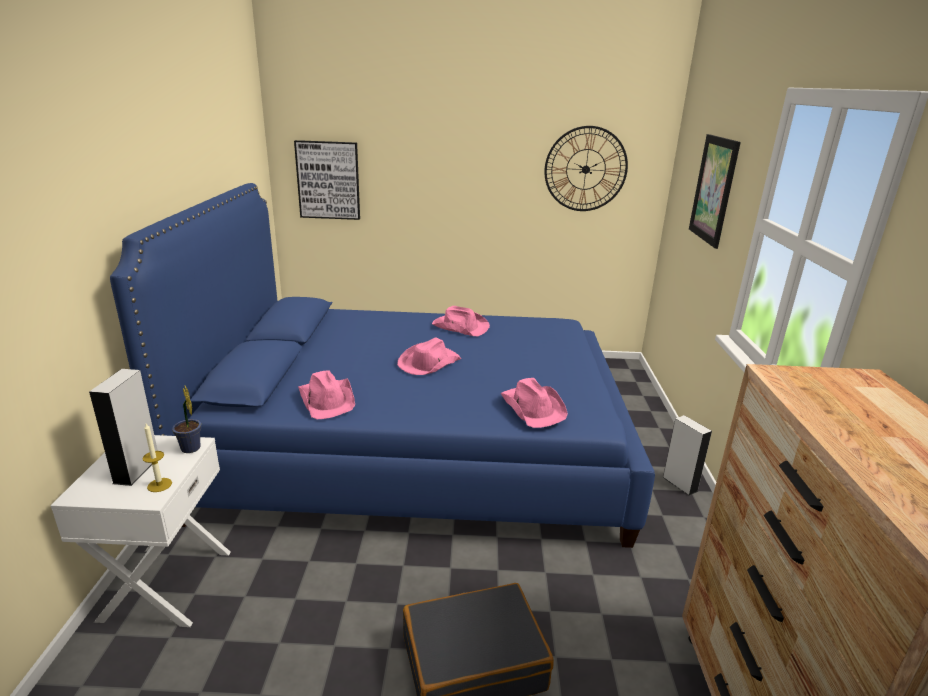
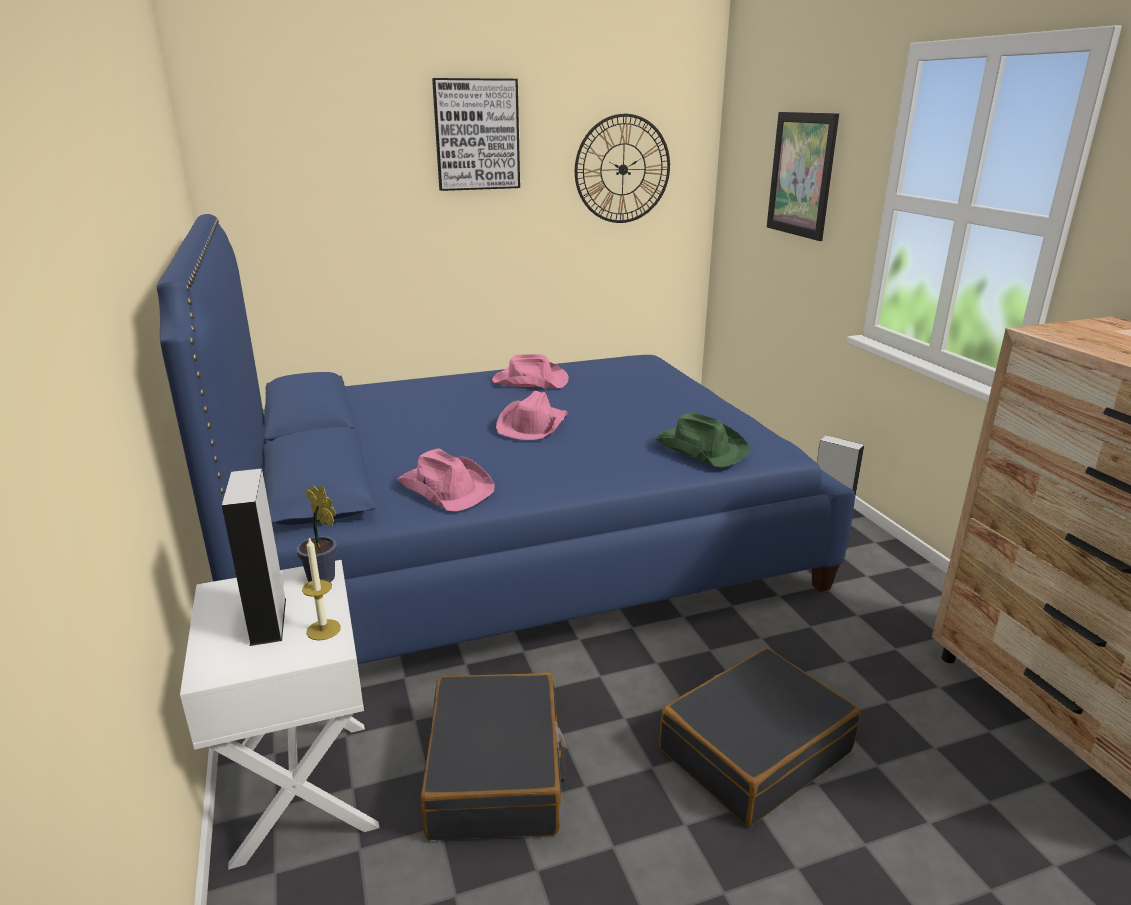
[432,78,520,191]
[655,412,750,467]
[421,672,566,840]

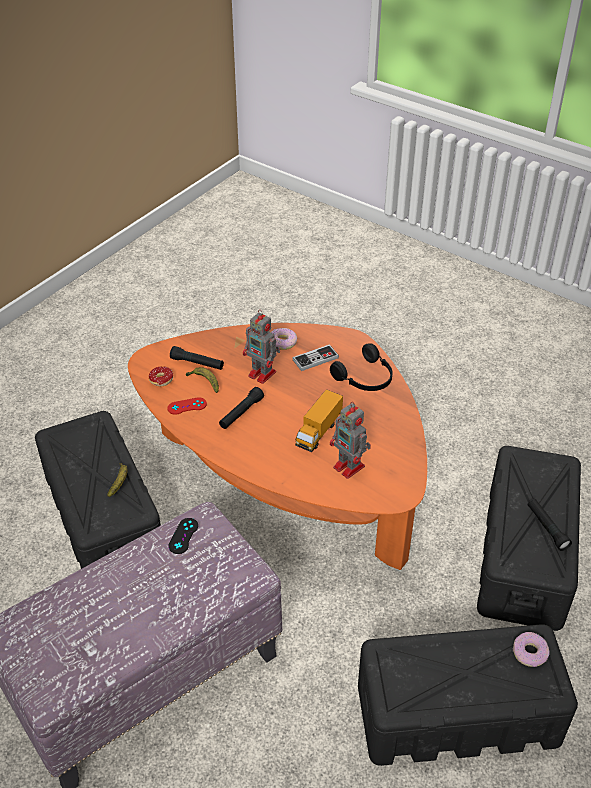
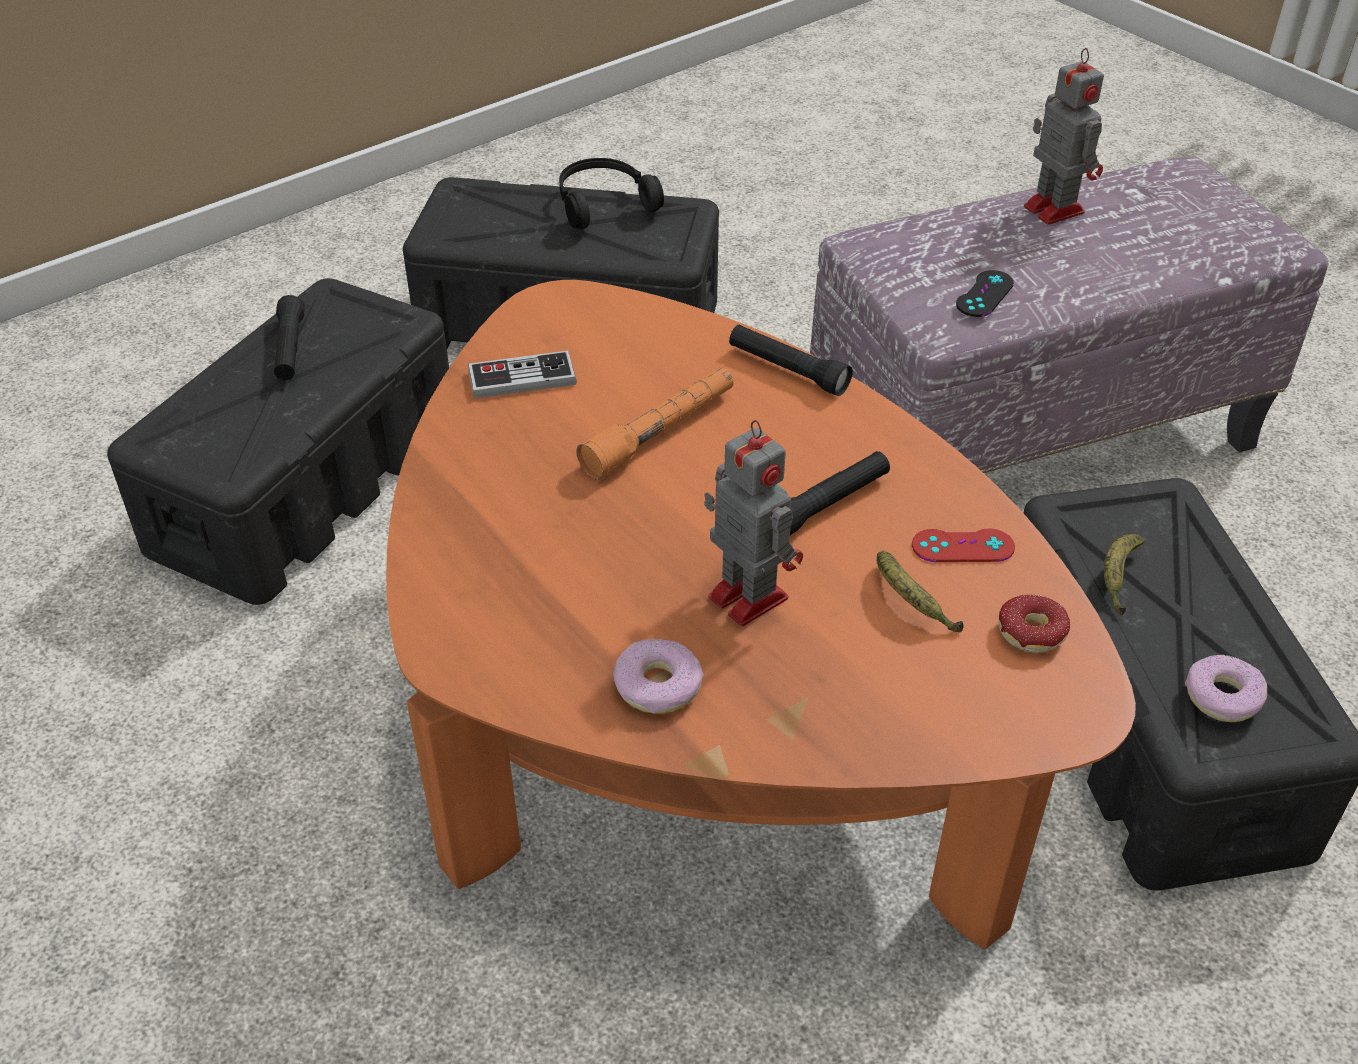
[729,325,853,396]
[468,351,577,398]
[576,368,733,480]
[559,158,664,229]
[1024,48,1104,225]
[1185,654,1267,722]

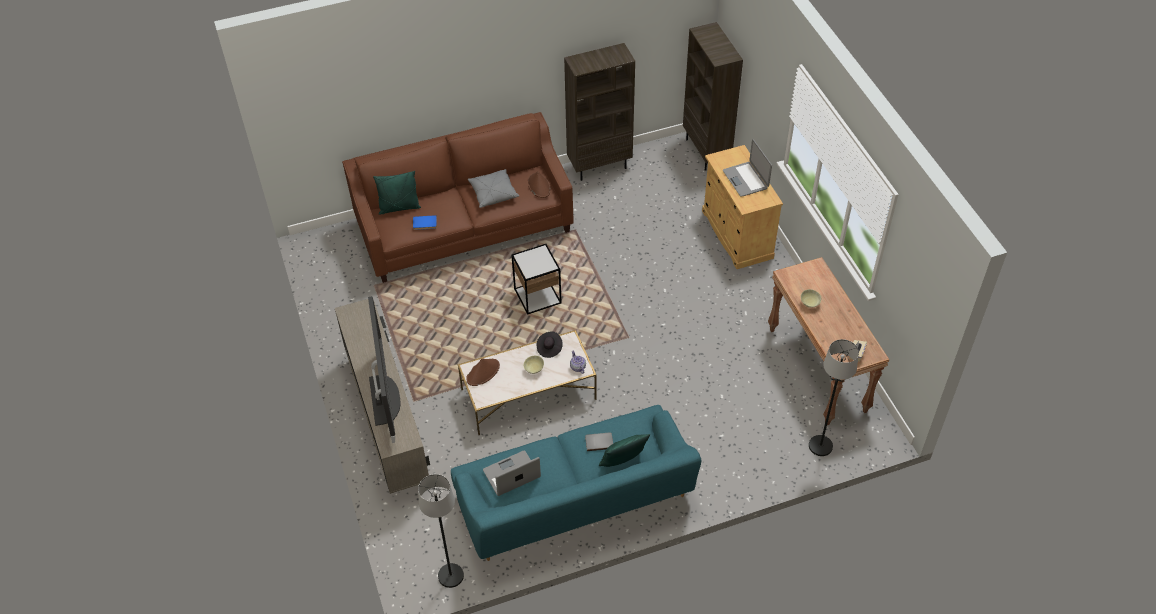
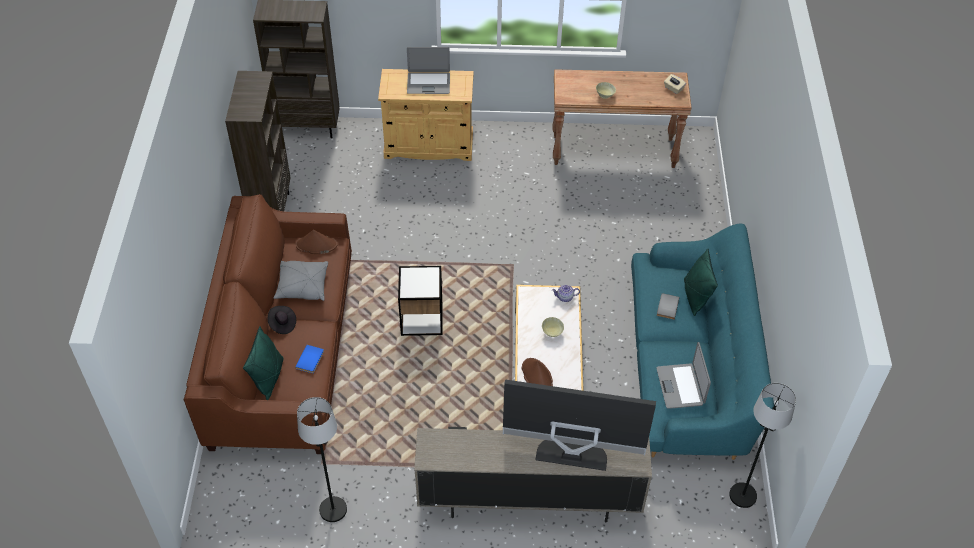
[268,306,296,334]
[297,397,347,522]

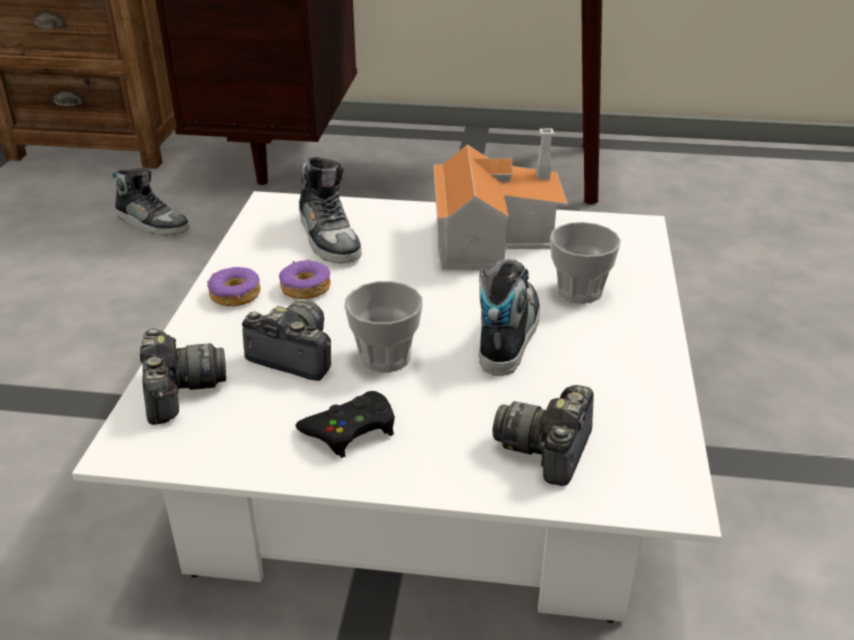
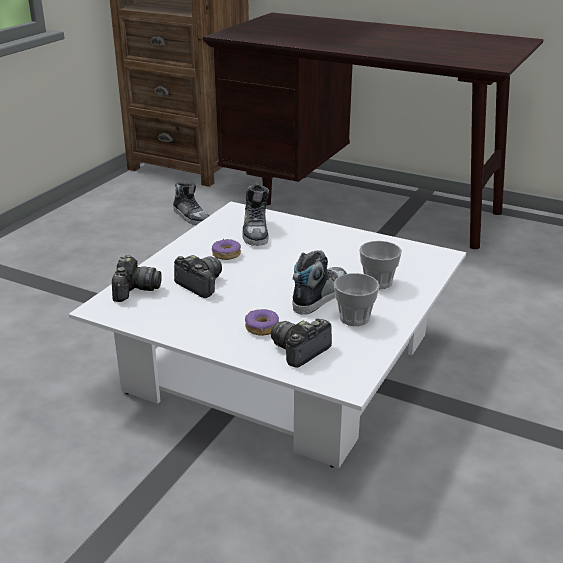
[245,309,279,336]
[295,391,395,458] (first image)
[334,273,380,326]
[433,129,567,270] (first image)

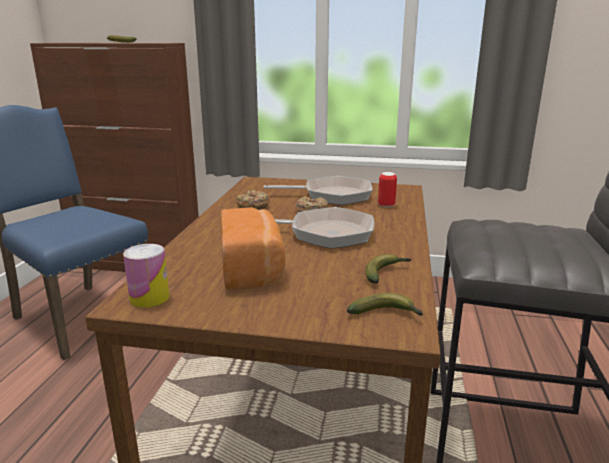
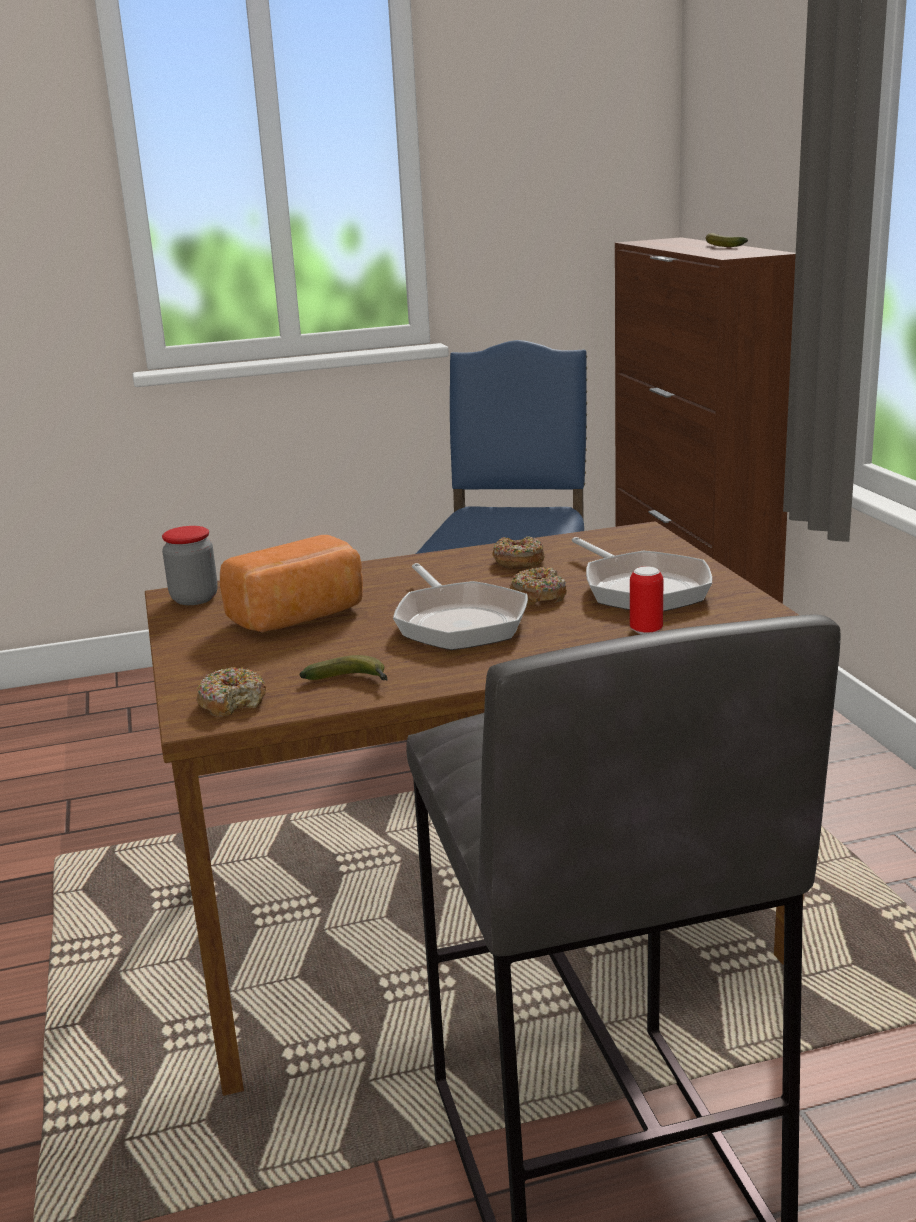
[162,526,218,605]
[196,667,266,717]

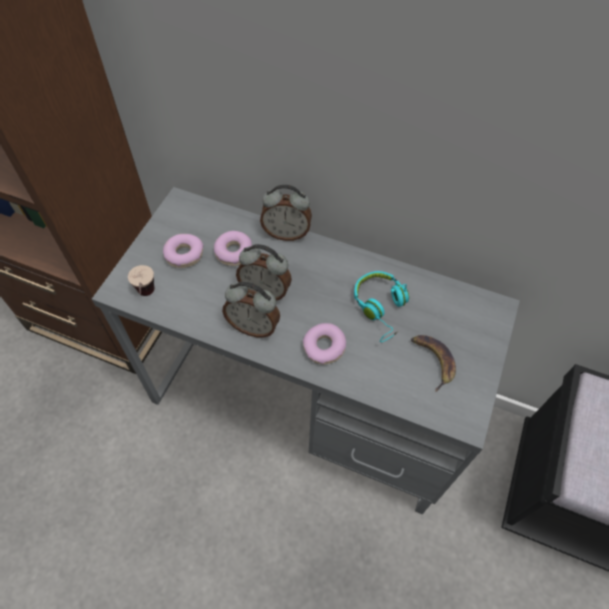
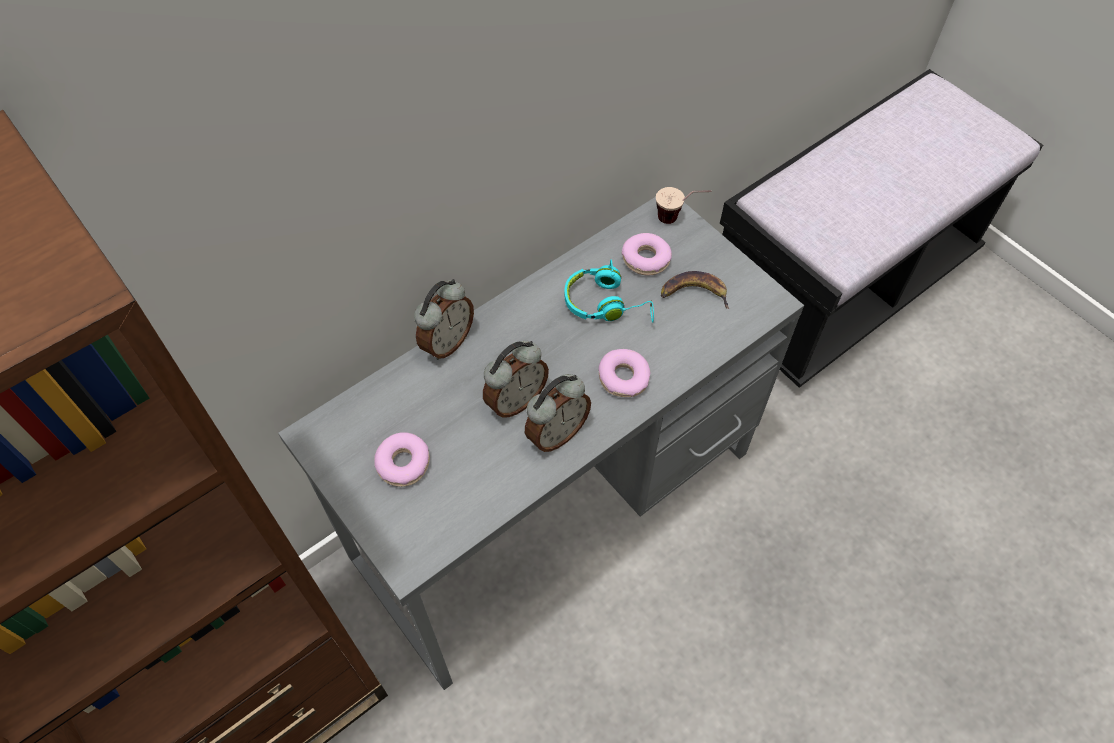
[656,187,711,224]
[622,233,672,276]

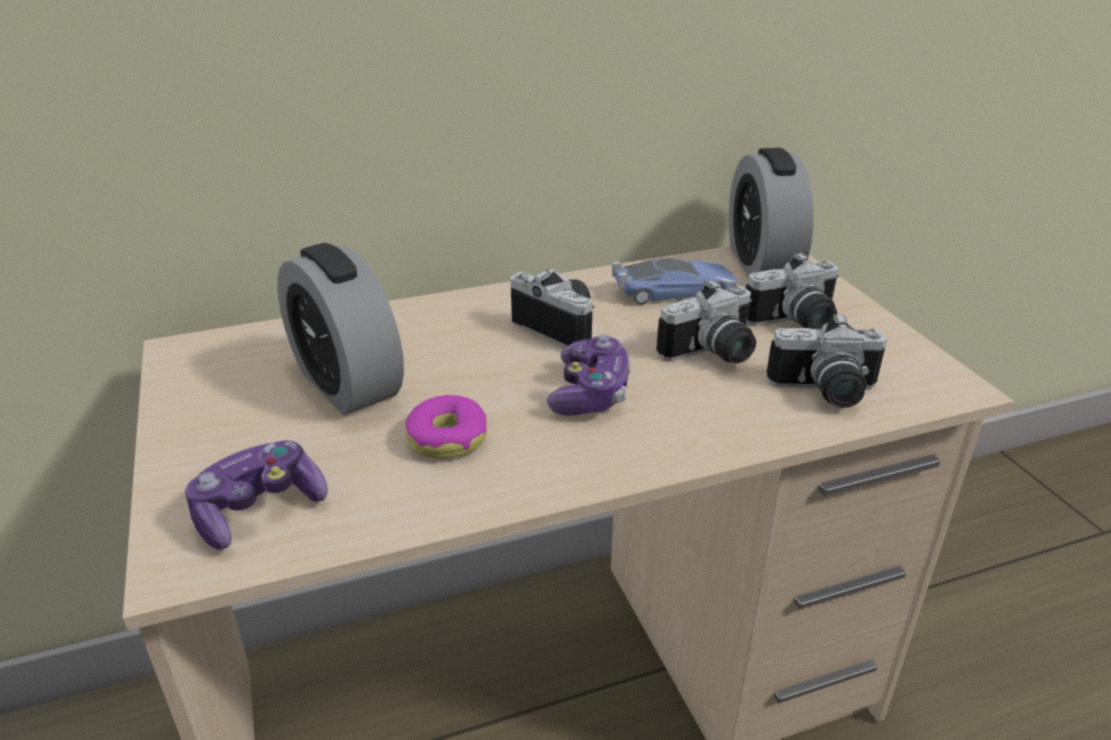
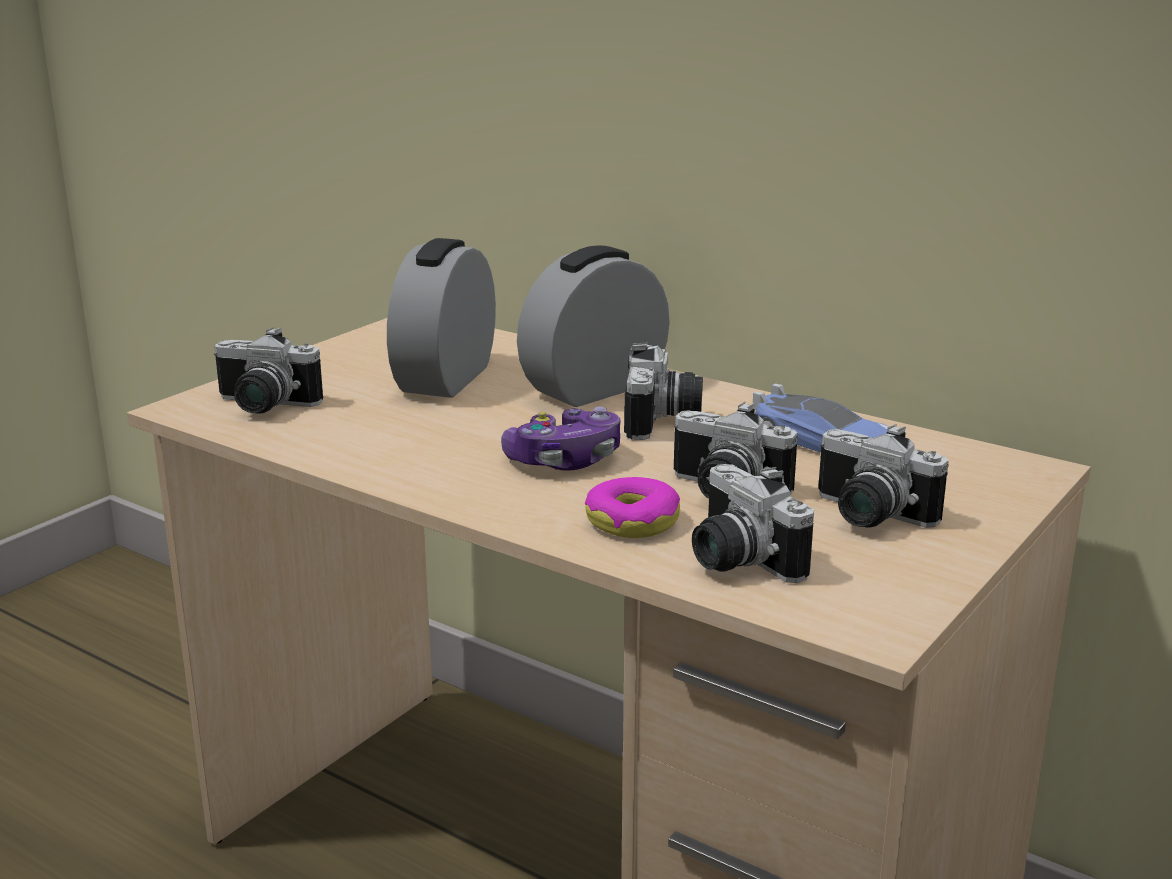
[214,327,323,414]
[585,477,680,538]
[517,245,670,407]

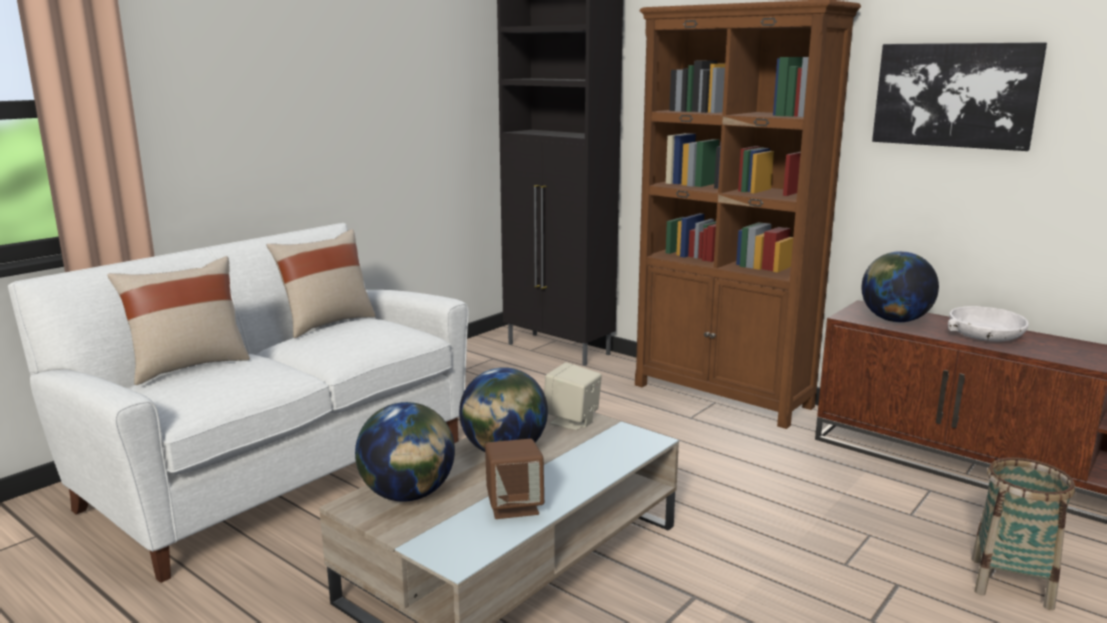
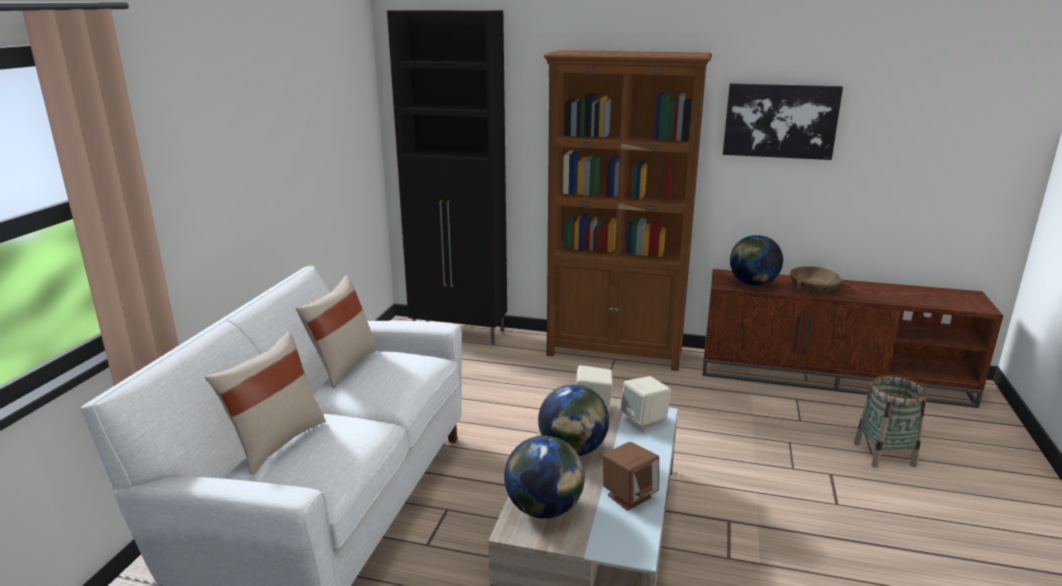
[790,266,842,293]
[620,376,671,432]

